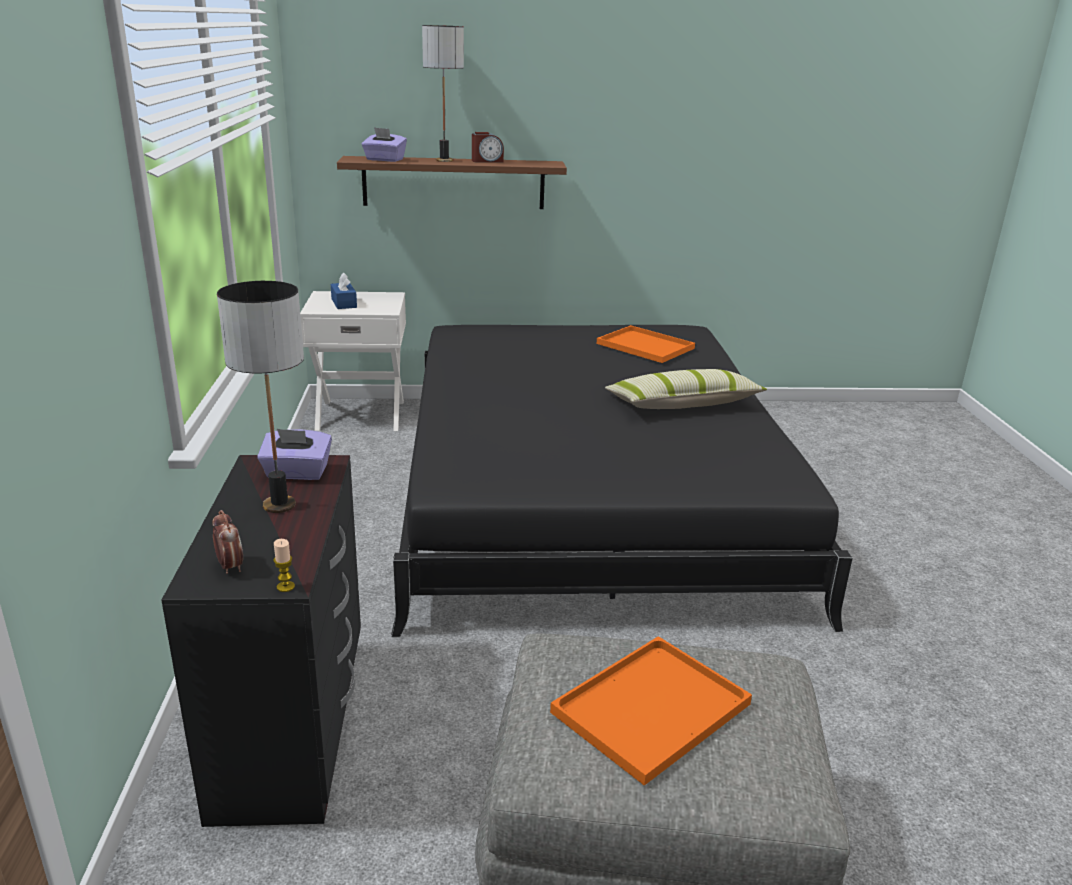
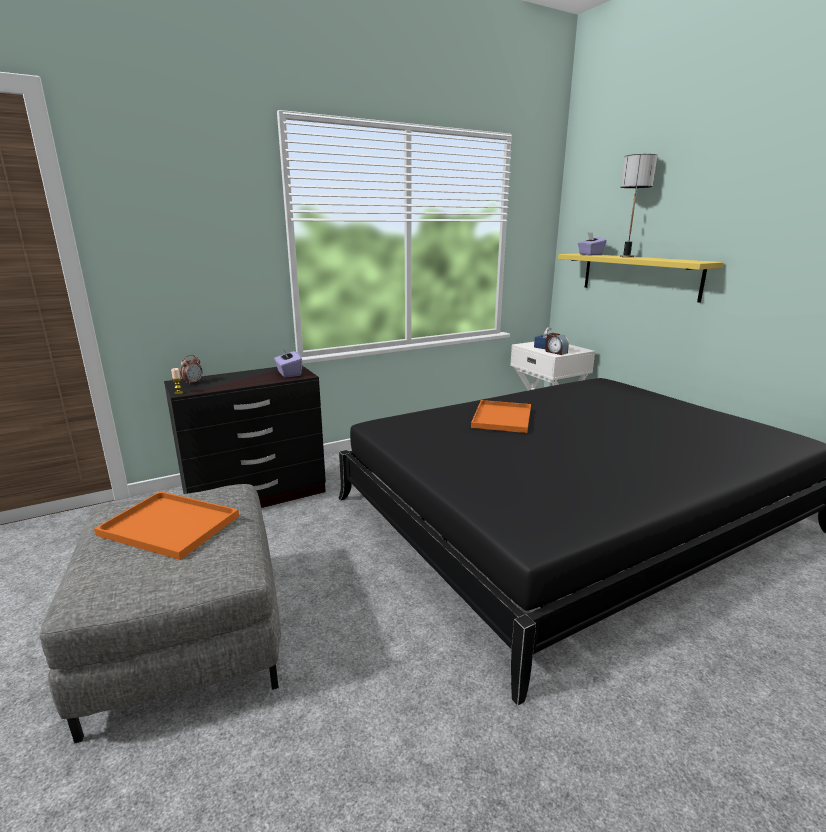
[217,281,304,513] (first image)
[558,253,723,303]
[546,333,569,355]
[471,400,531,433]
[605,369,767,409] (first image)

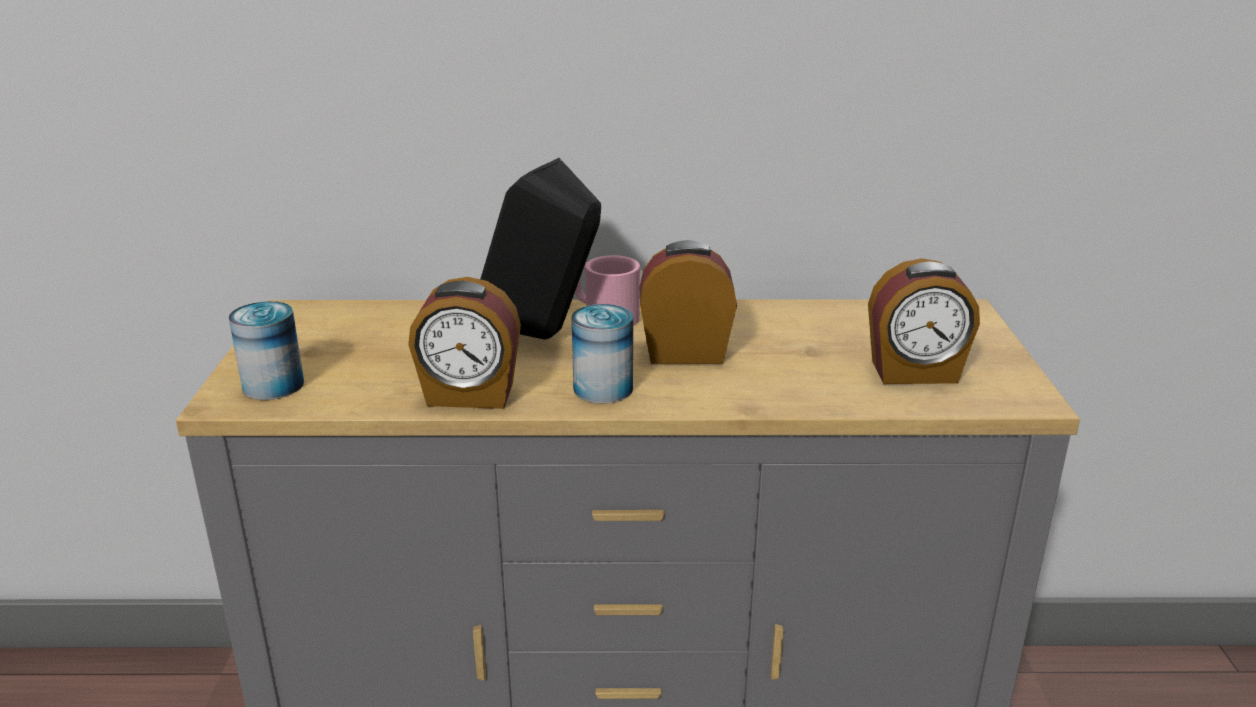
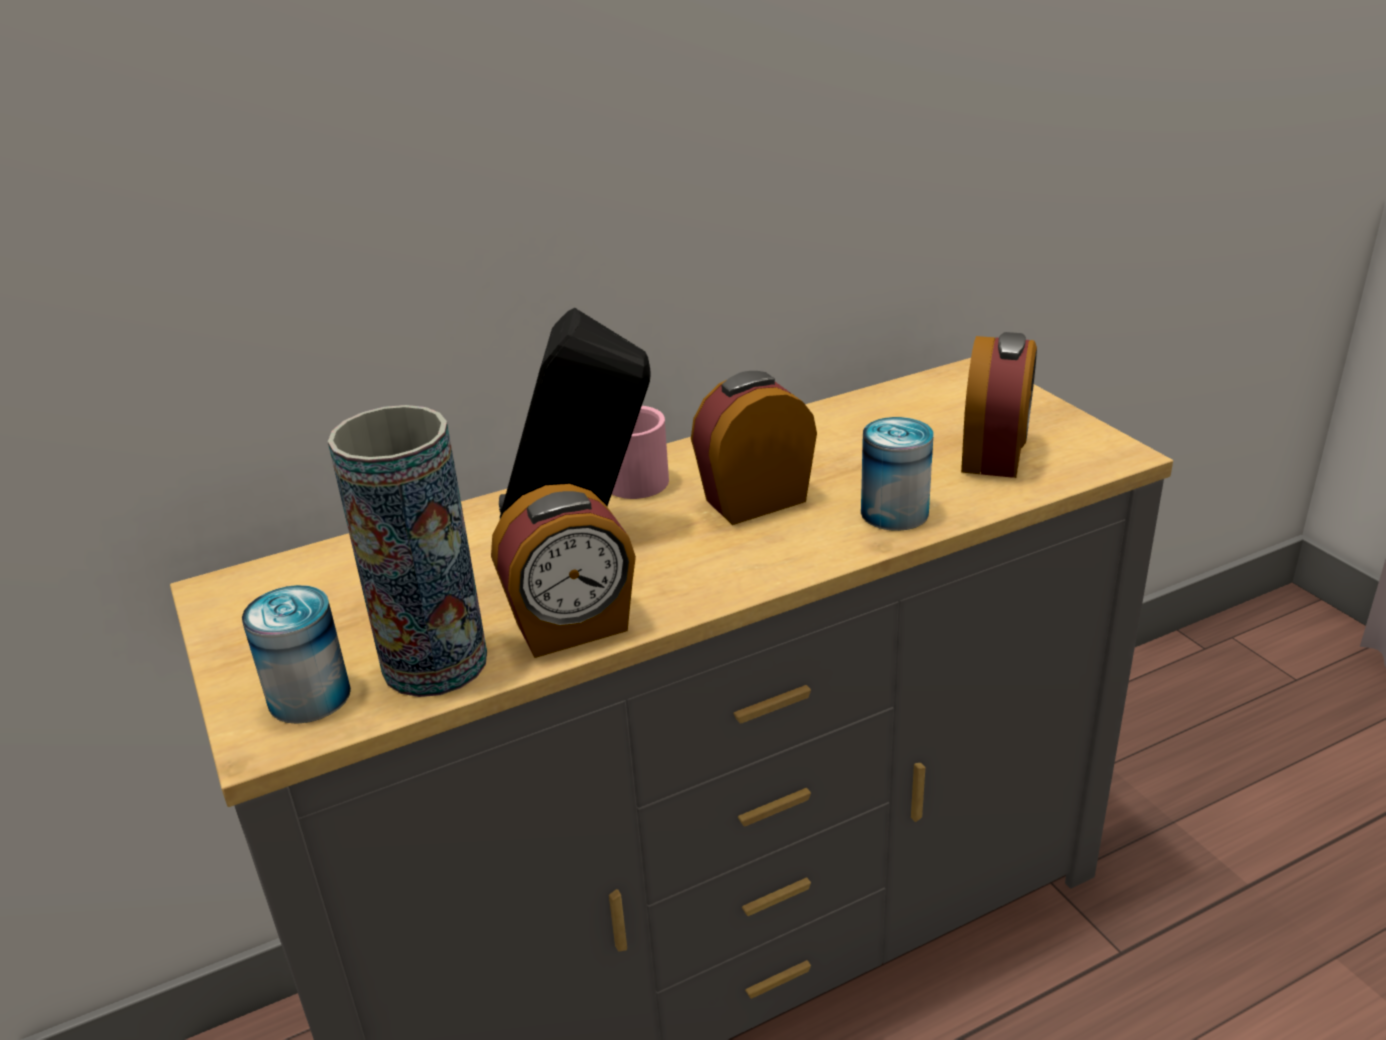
[861,417,933,531]
[961,332,1037,478]
[328,405,487,697]

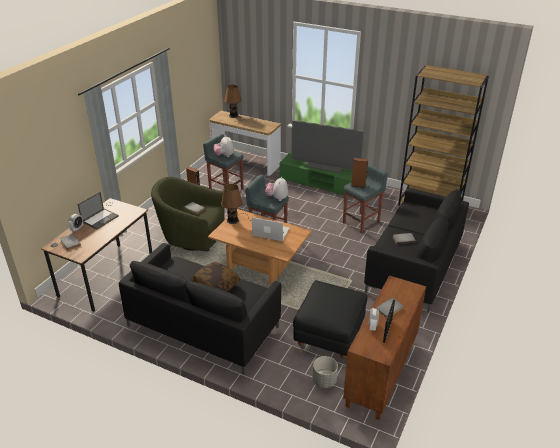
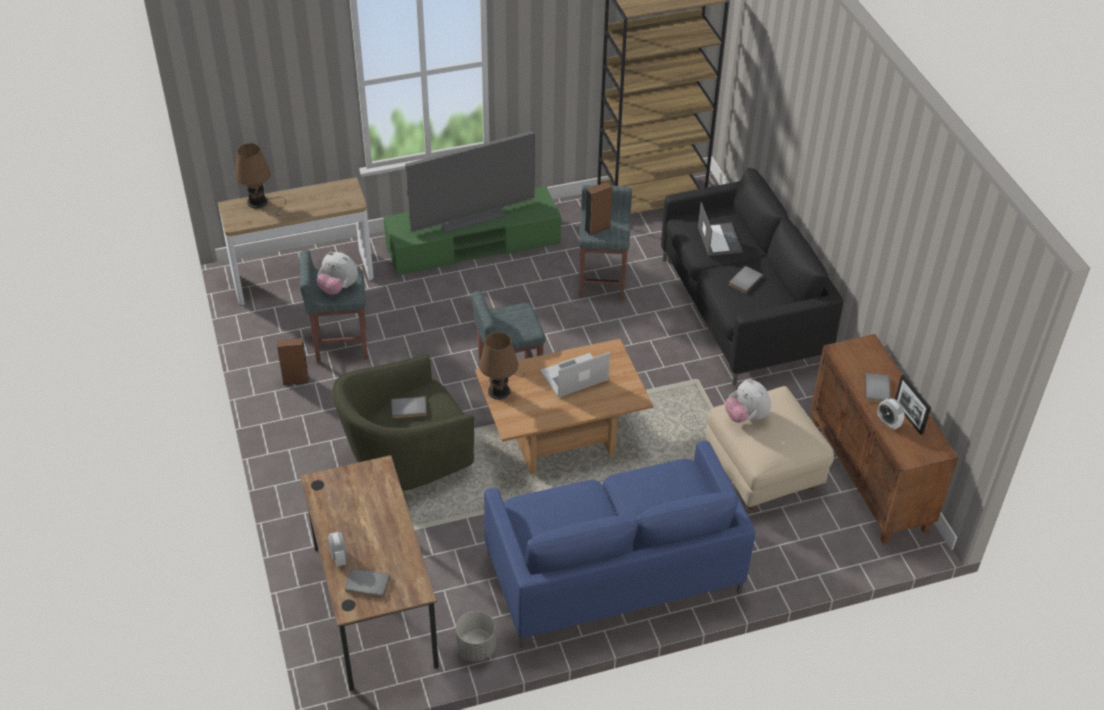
[698,202,743,256]
[484,441,756,648]
[191,262,240,292] (first image)
[725,379,771,423]
[705,386,834,510]
[456,611,496,662]

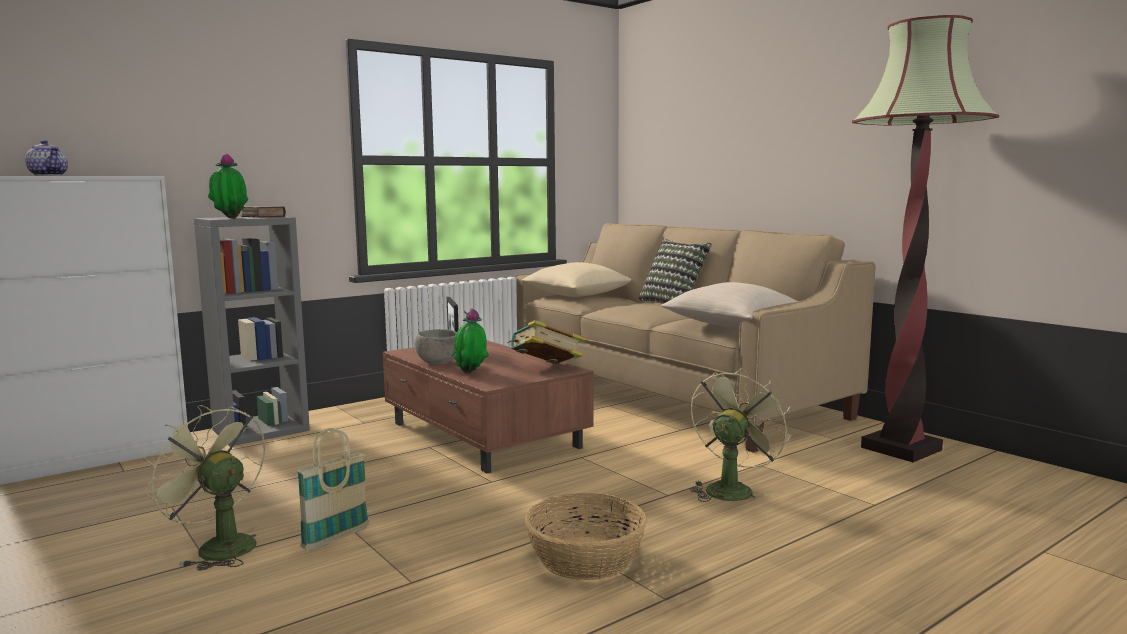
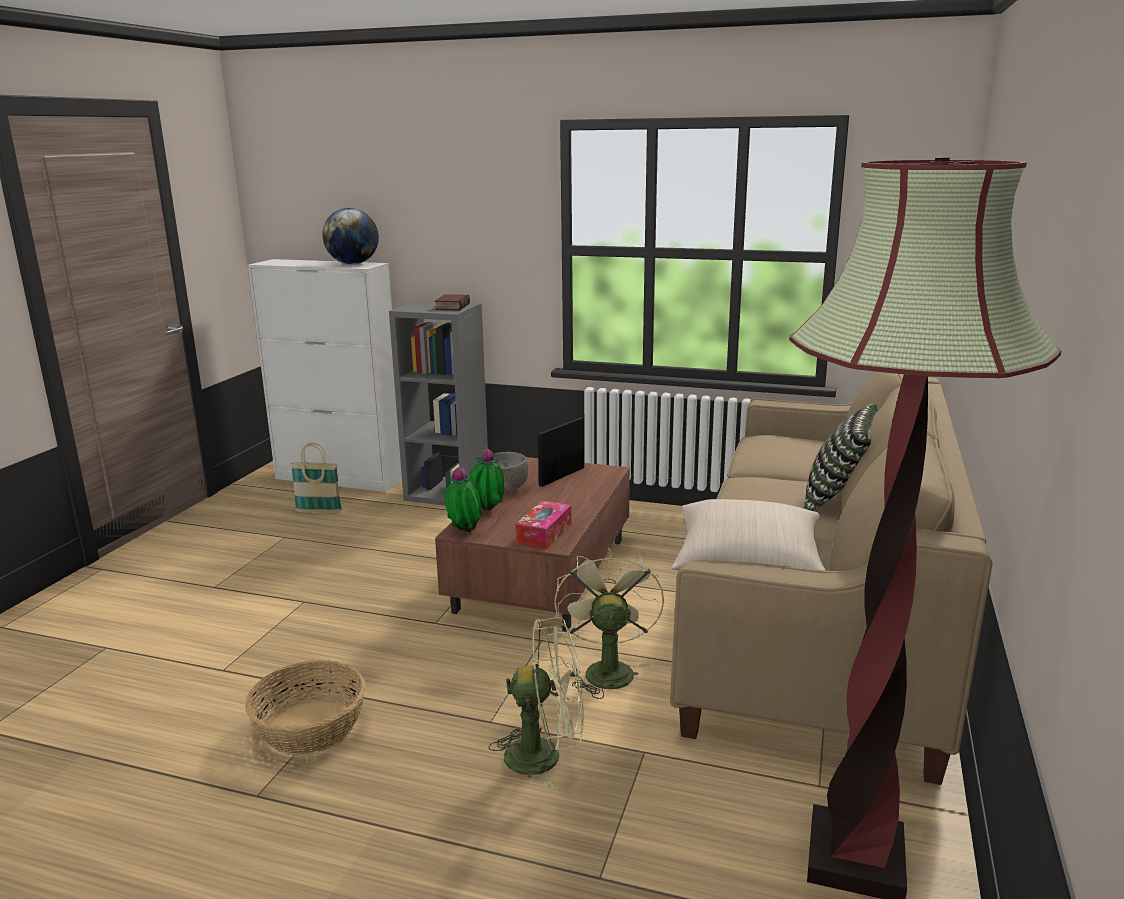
[25,140,68,176] (first image)
[555,547,664,699]
[445,466,483,532]
[290,443,342,513]
[515,501,571,549]
[521,262,631,297] (first image)
[323,208,379,264]

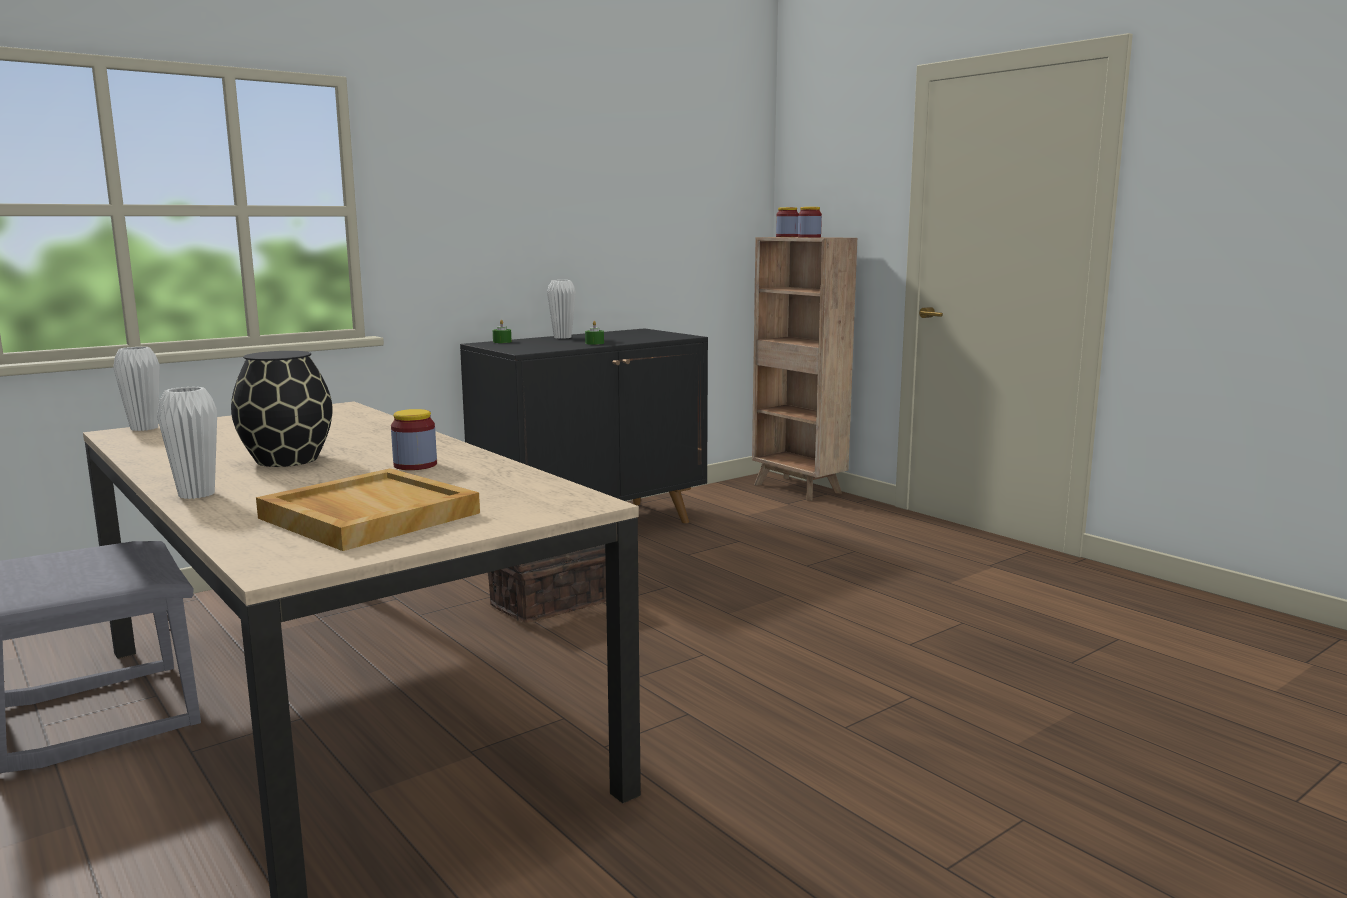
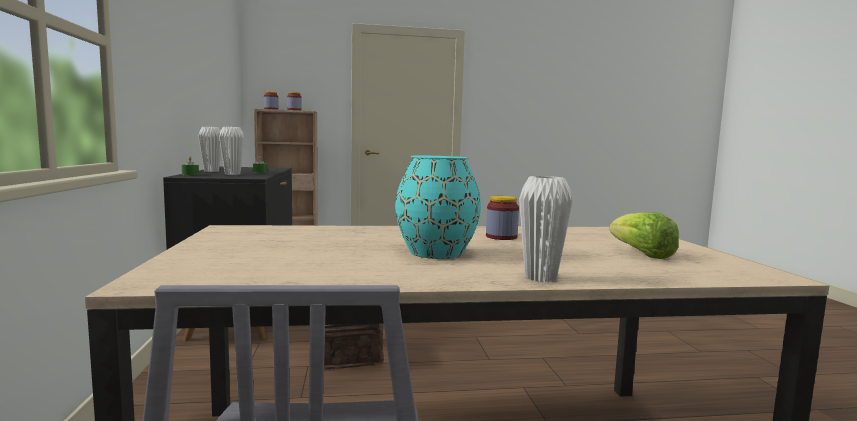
[219,127,244,175]
[395,156,481,259]
[609,212,679,259]

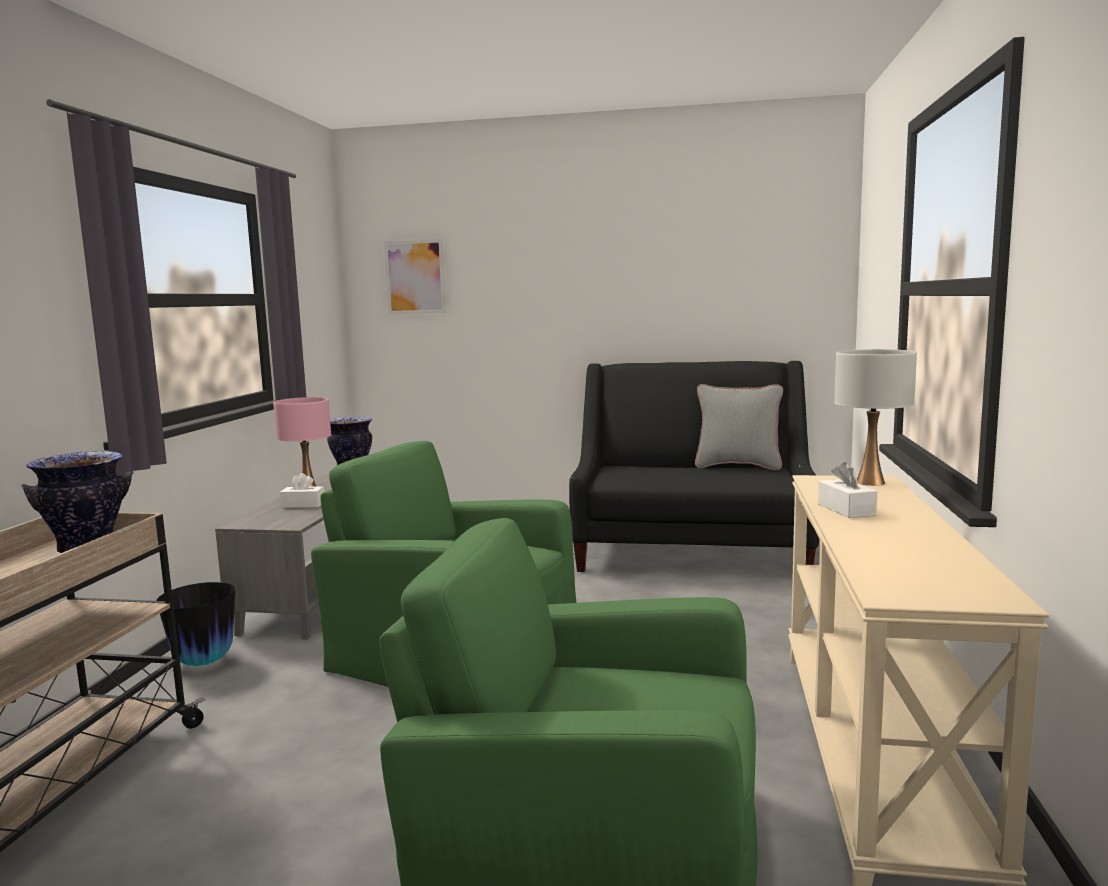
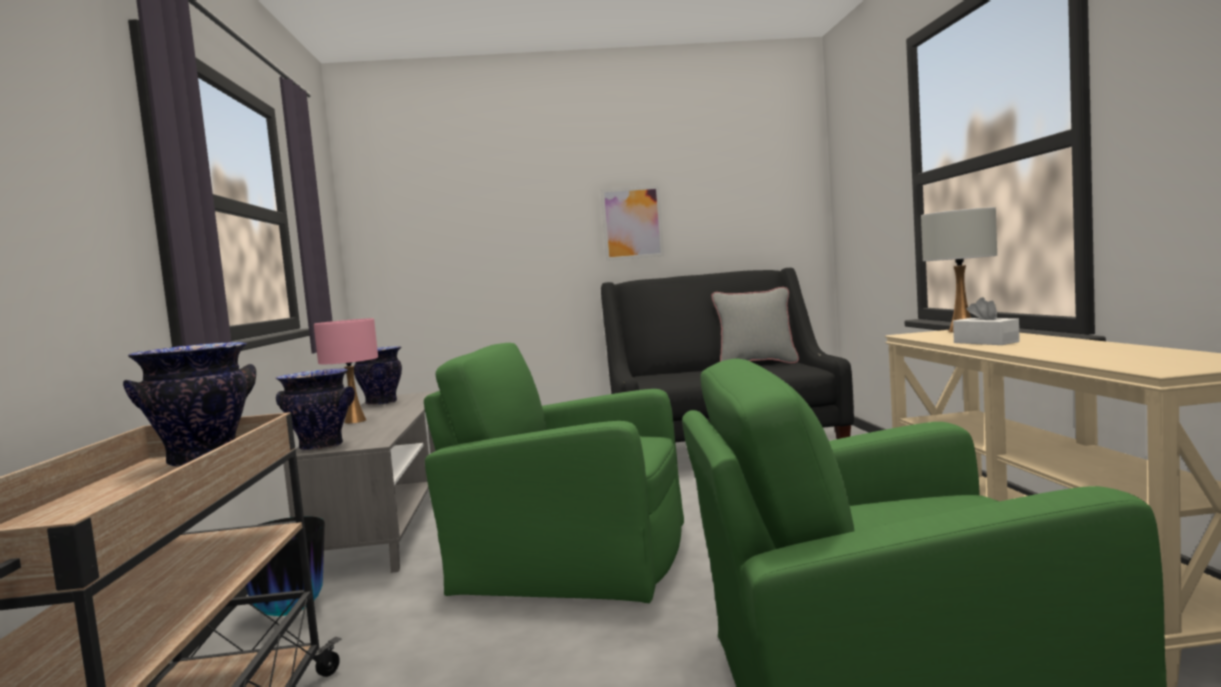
[280,473,324,508] (first image)
[601,186,664,261]
[276,369,355,451]

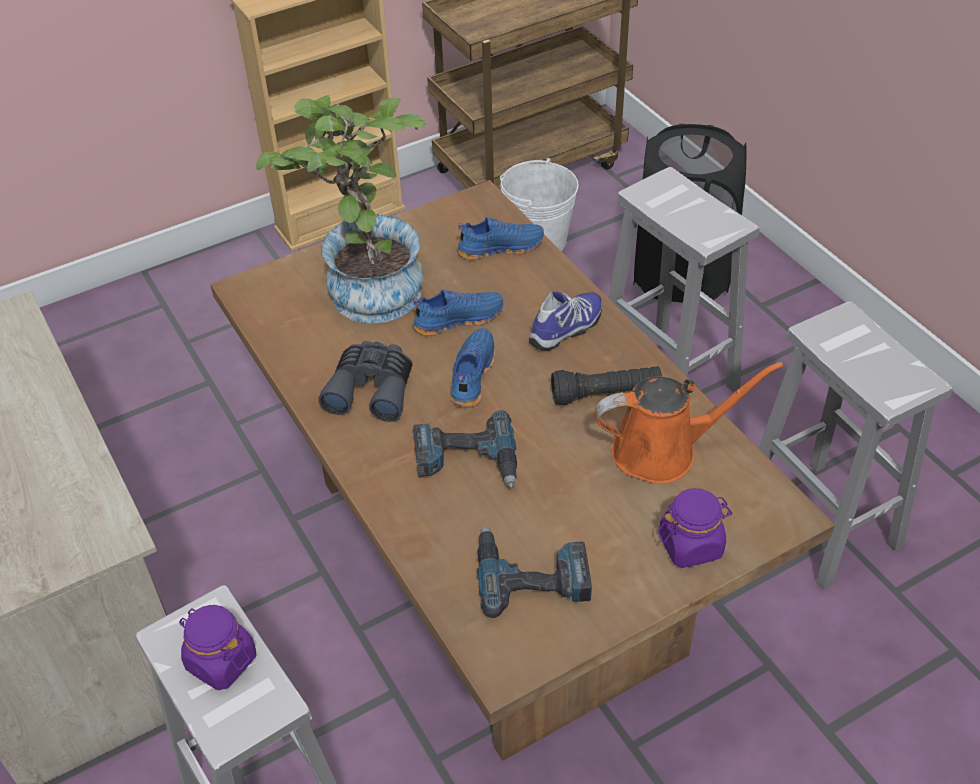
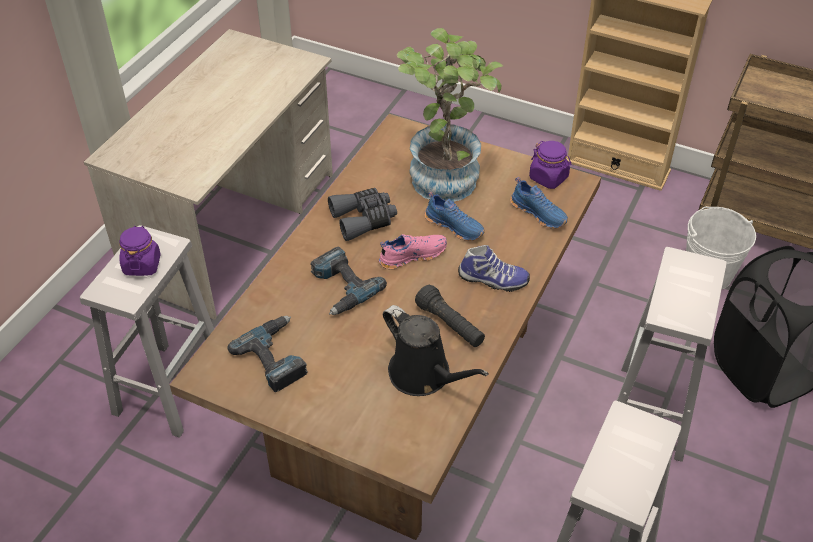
[379,234,447,270]
[383,305,489,396]
[529,141,571,189]

